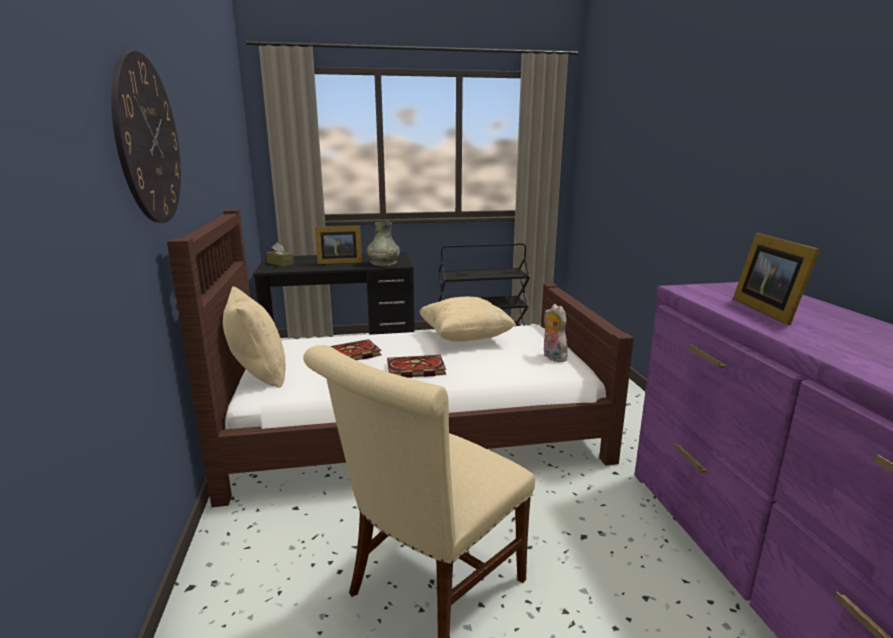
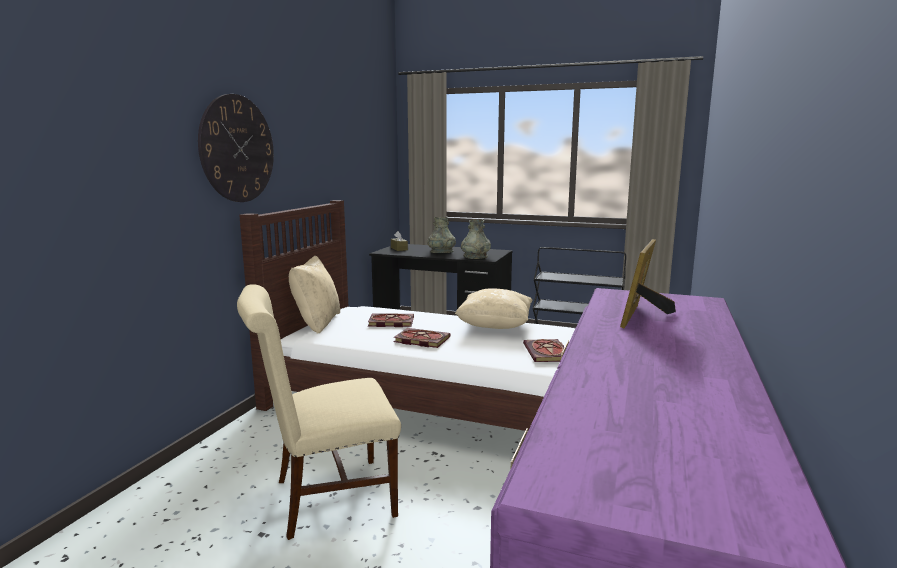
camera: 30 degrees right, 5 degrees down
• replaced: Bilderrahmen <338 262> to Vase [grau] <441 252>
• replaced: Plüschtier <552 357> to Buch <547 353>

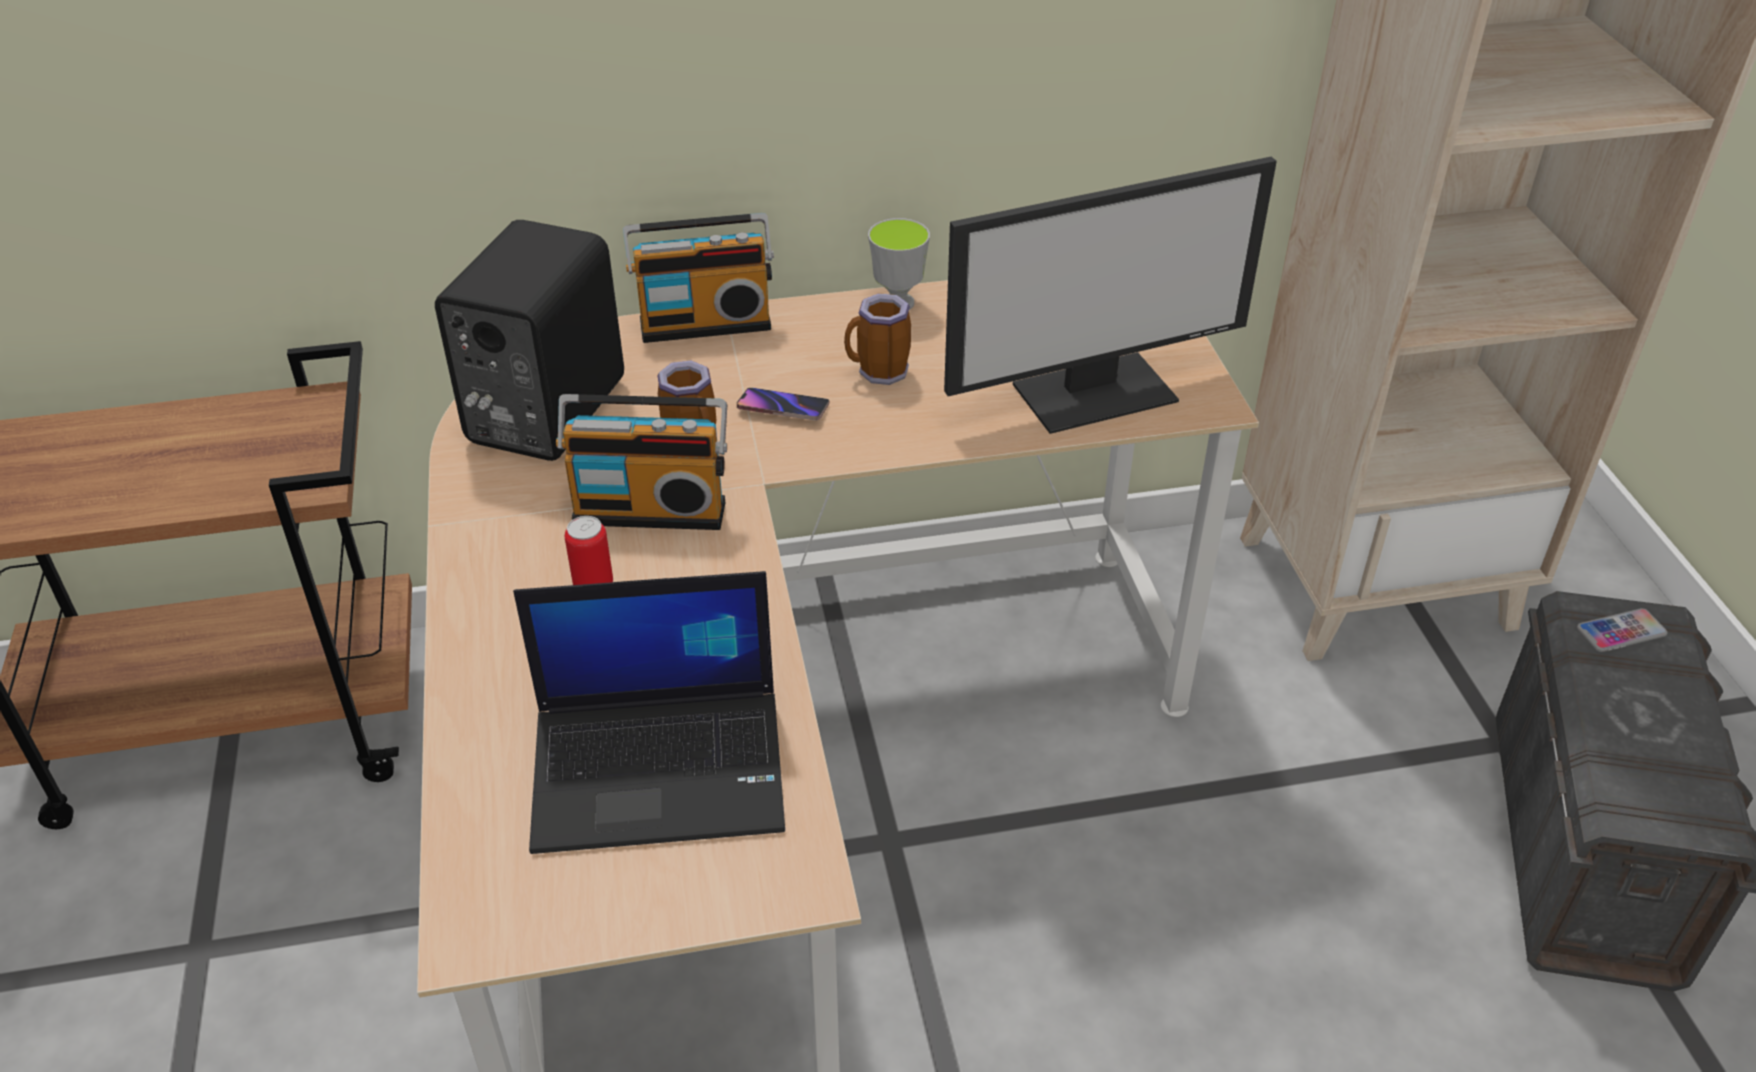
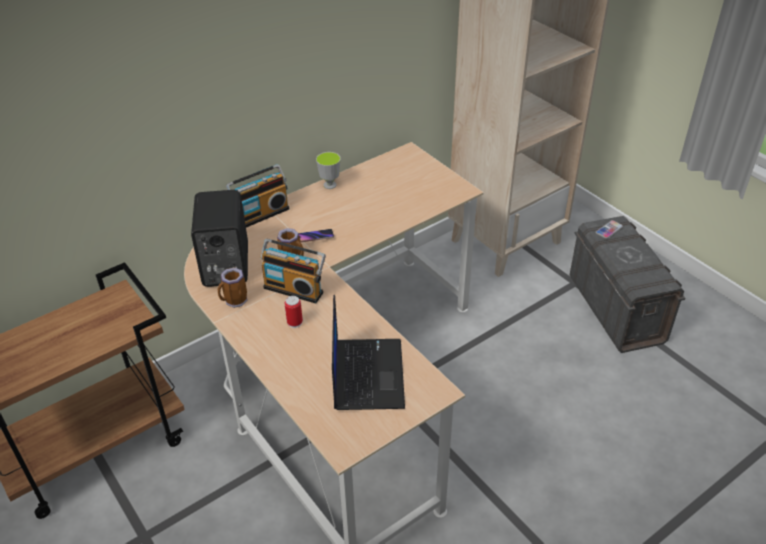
camera: 25 degrees left, 0 degrees up
• removed: Monitor <1095 390>
• moved: Henkelbecher <879 373> to <235 302>
• turned: Laptop <662 768> = <366 373> 60 degrees counterclockwise
• turned: Radio <651 508> = <295 288> 45 degrees clockwise

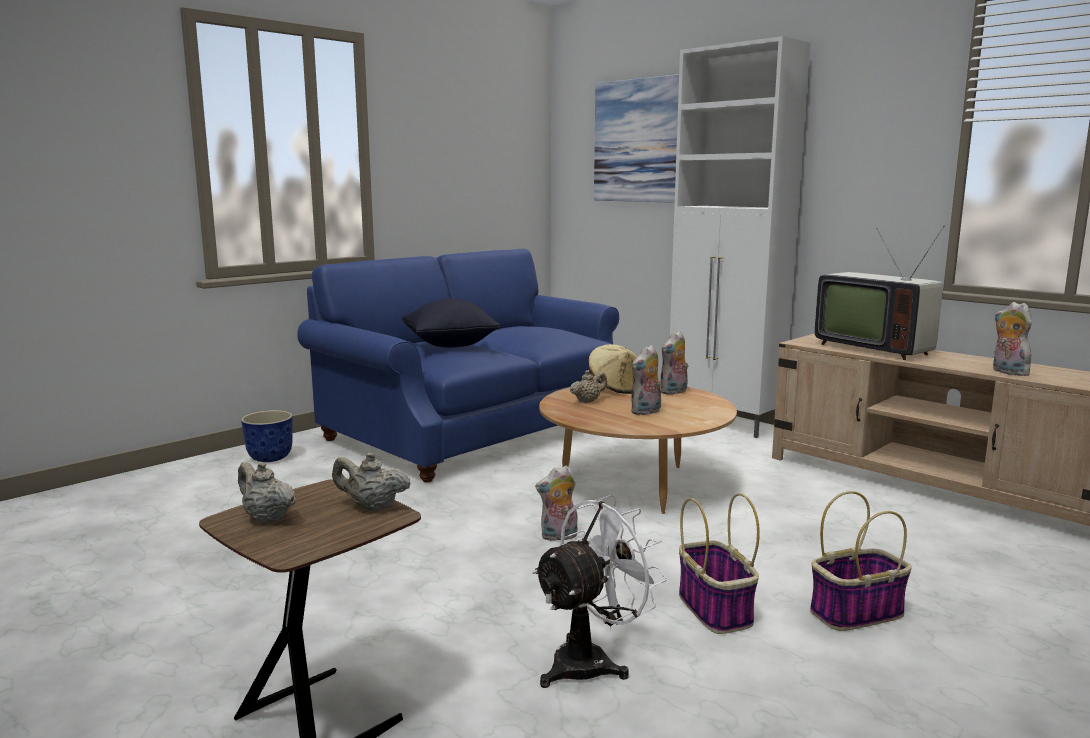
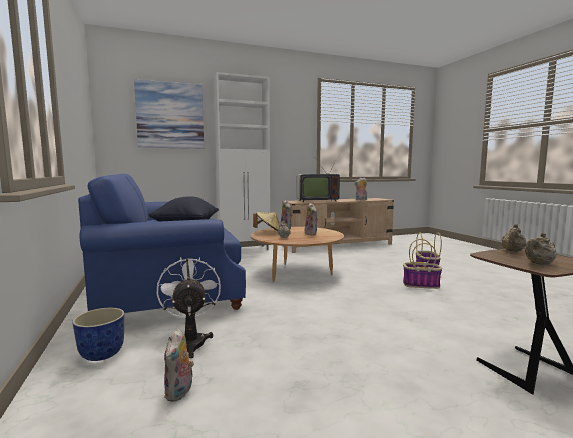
camera: 65 degrees left, 5 degrees down
• moved: Ventilator [weiß] <591 661> to <191 341>
• moved: Plüschtier <559 537> to <180 392>

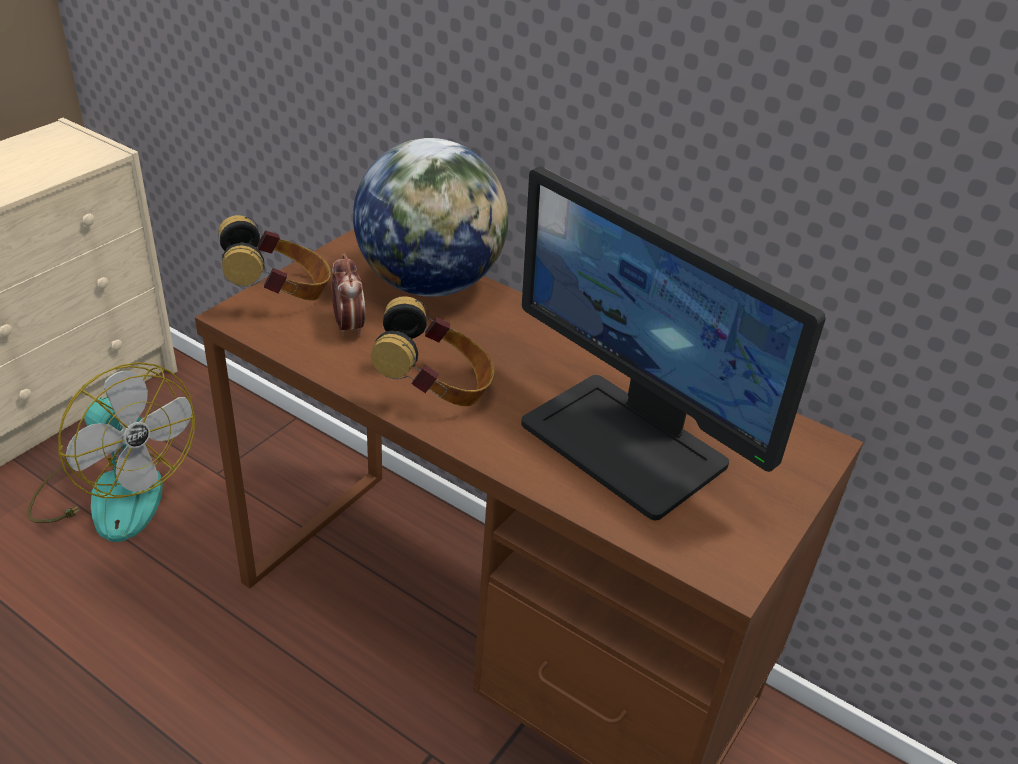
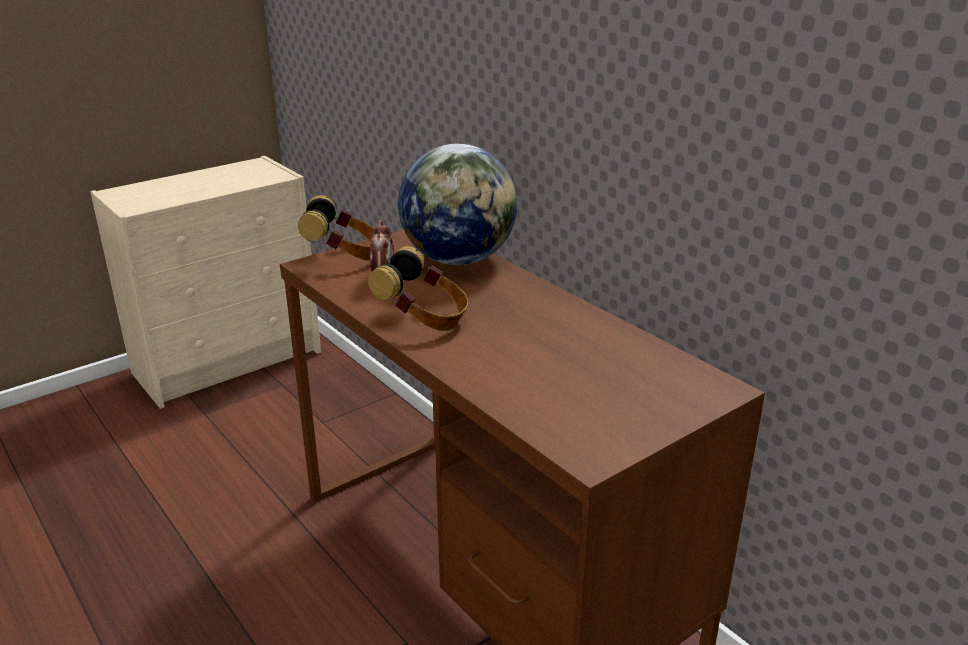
camera: 20 degrees right, 10 degrees down
• removed: Ventilator <114 491>
• removed: Monitor <627 443>

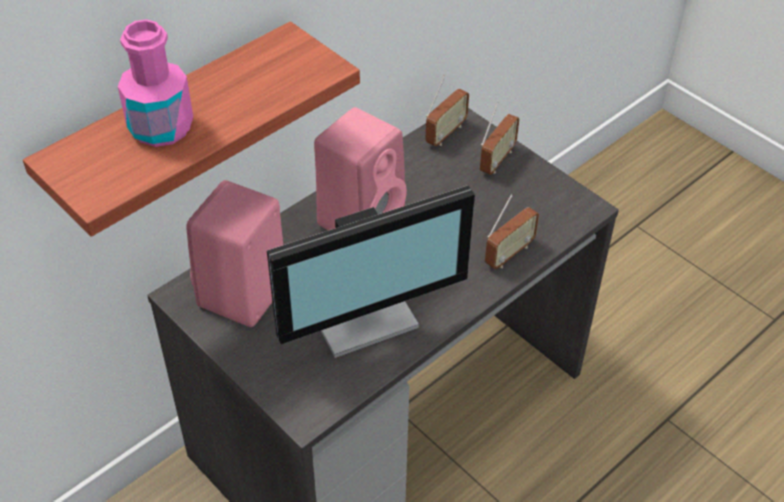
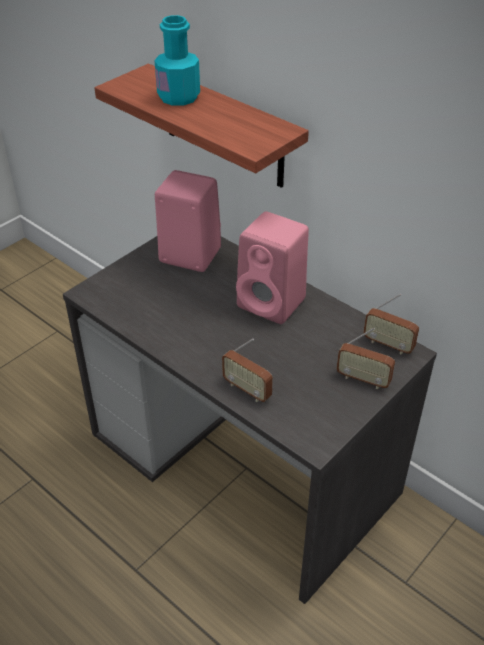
camera: 85 degrees right, 5 degrees down
• removed: Monitor <362 313>
• recoloured: Flasche [rosa] <161 128> to Flasche [türkis] <178 97>

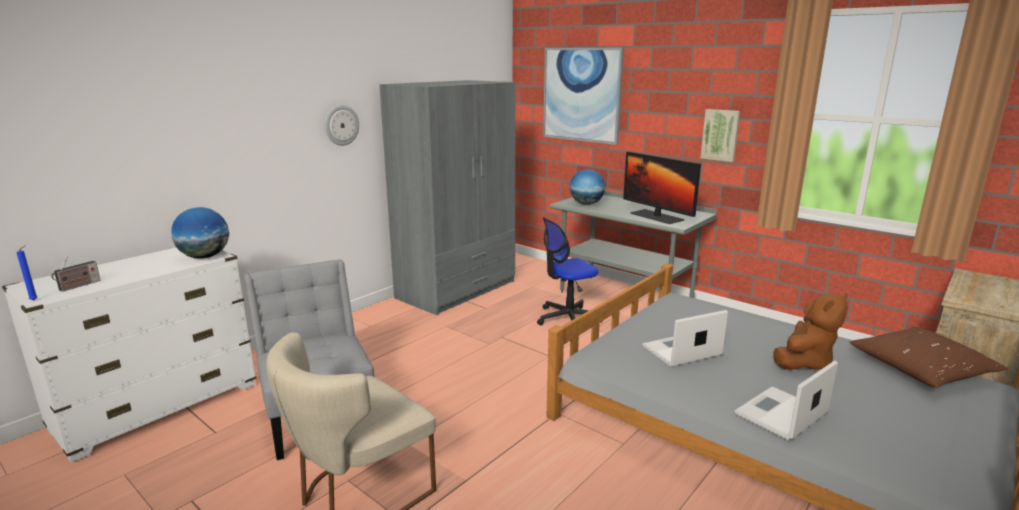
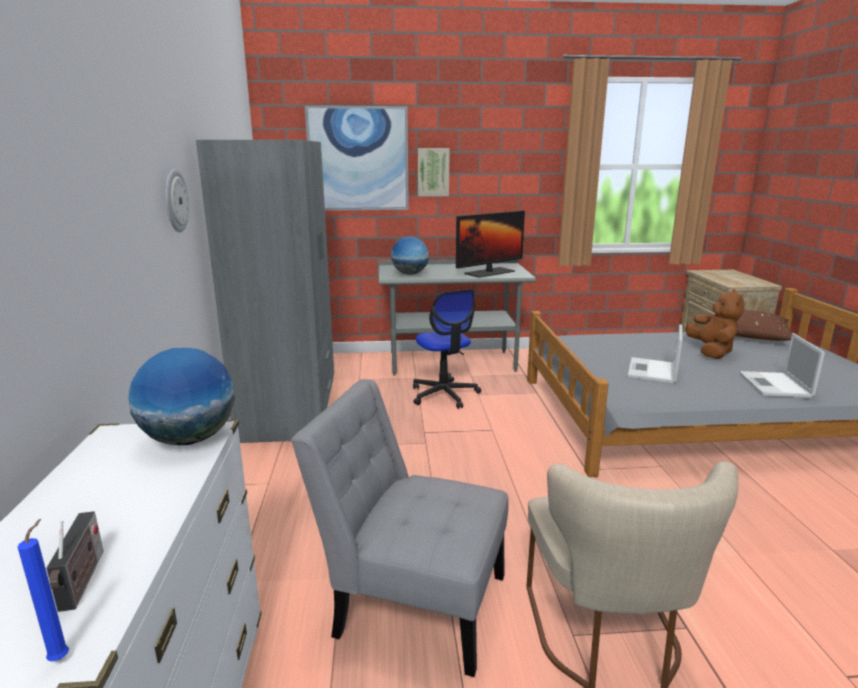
camera: 45 degrees left, 0 degrees up
• moved: Bild <720 135> to <433 172>
• turned: Bürostuhl <567 319> = <444 395> 45 degrees counterclockwise
• turned: Monitor <656 217> = <489 272> 45 degrees counterclockwise

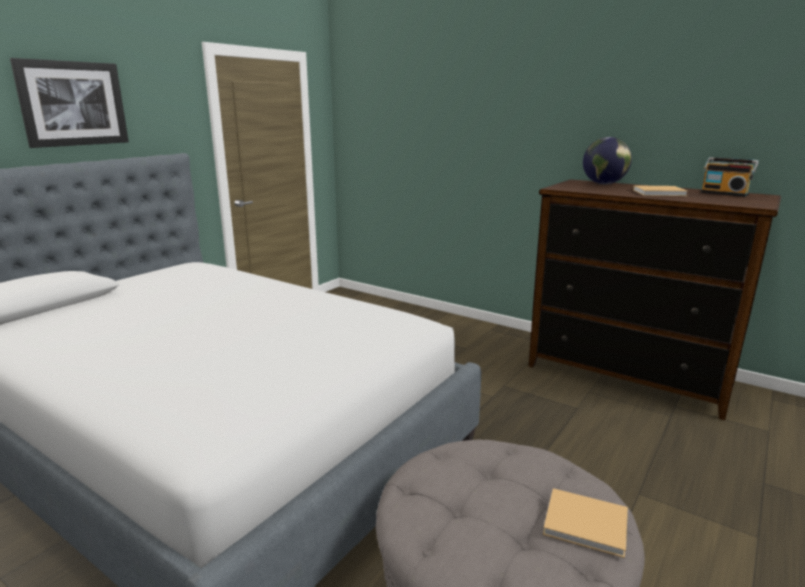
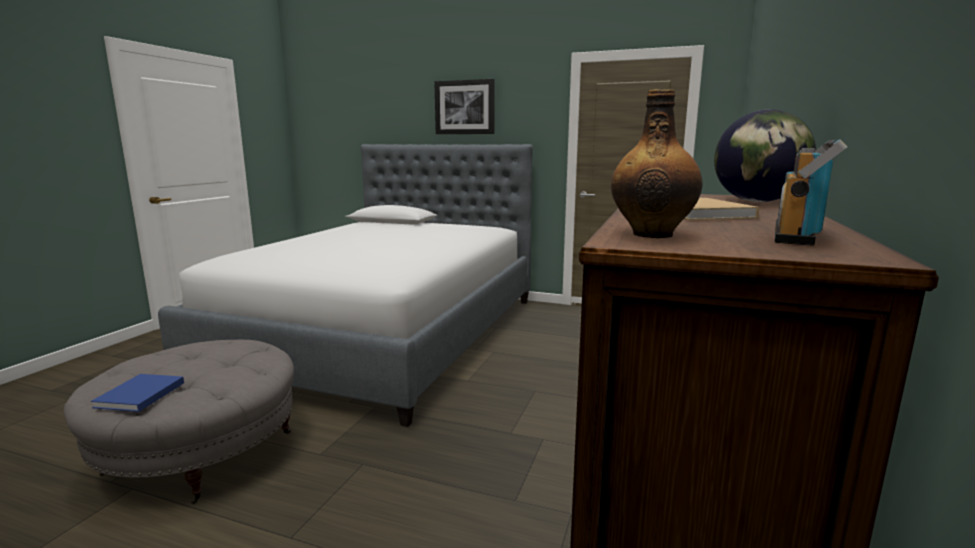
camera: 75 degrees right, 5 degrees down
• added: Flasche <652 234>
• recoloured: Buch [beige] <588 525> to Buch [blau] <138 396>

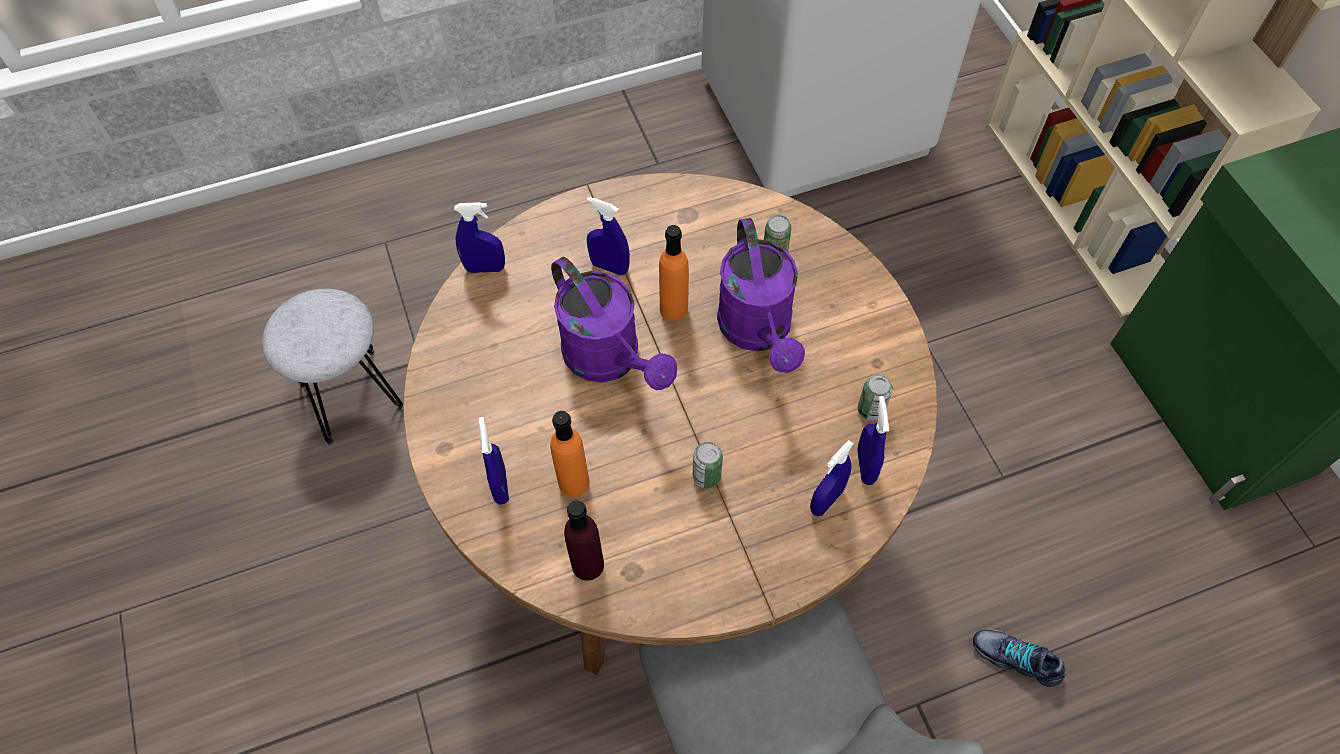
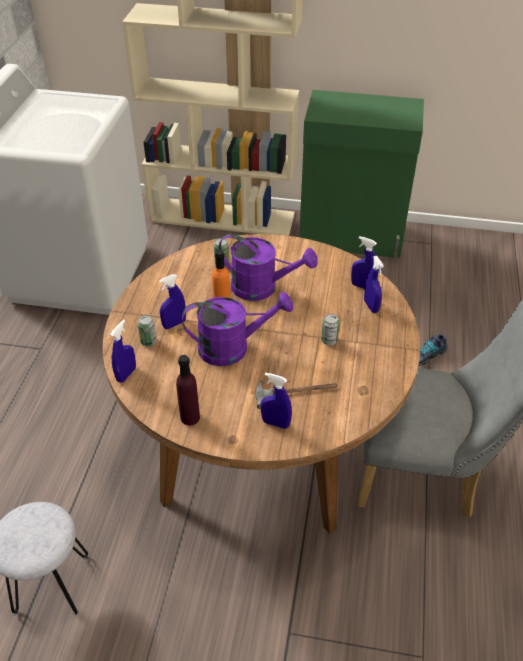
camera: 60 degrees left, 15 degrees down
• moved: Flasche [lila] <587 564> to <190 417>
• moved: Dose <870 410> to <148 341>
• replaced: Flasche [orange] <574 482> to Hammer <296 392>

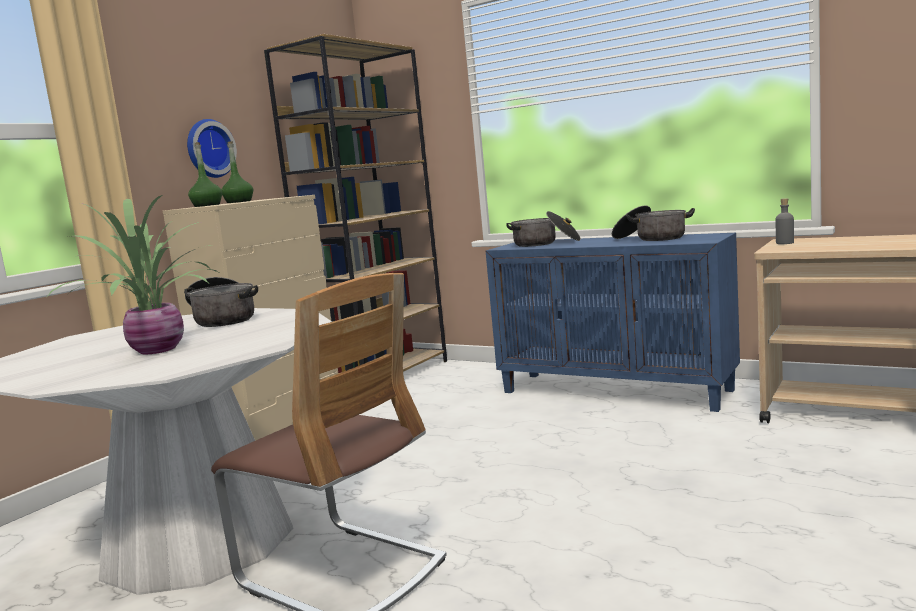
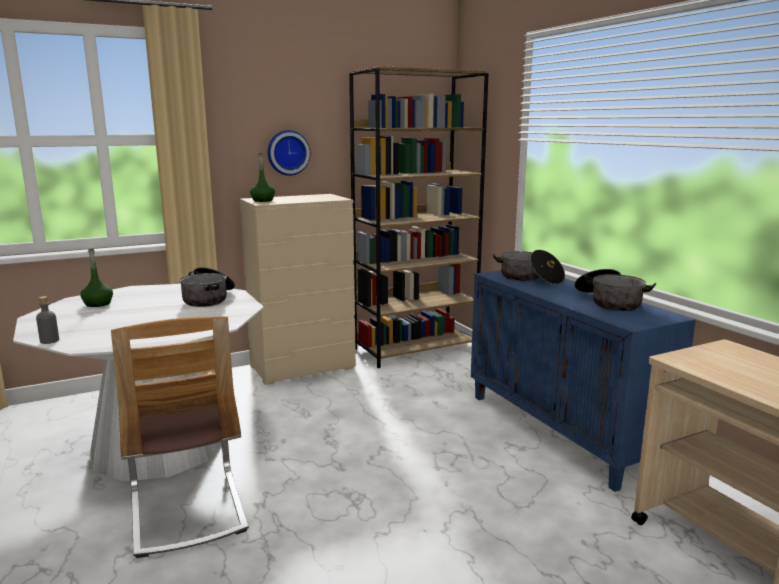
camera: 30 degrees right, 5 degrees up
• removed: Topfpflanze <157 349>
• moved: Flasche [grün] <239 202> to <98 304>
• moved: Flasche [grau] <785 243> to <49 341>

